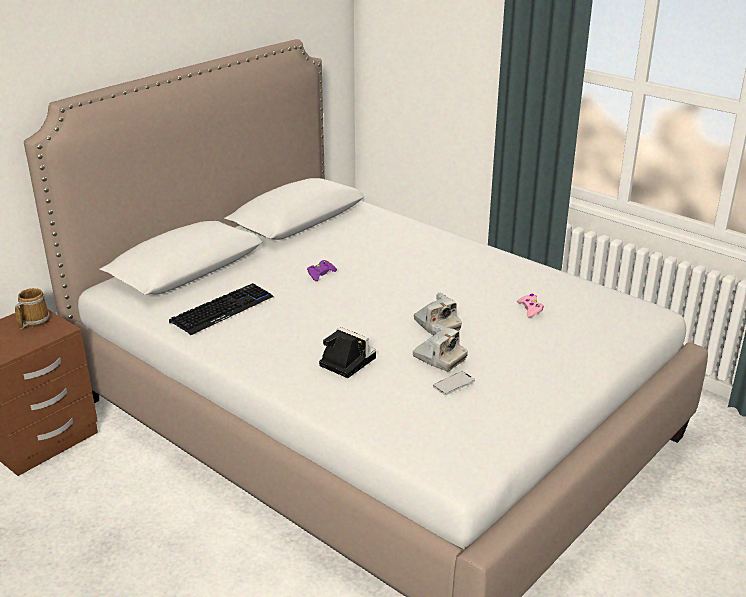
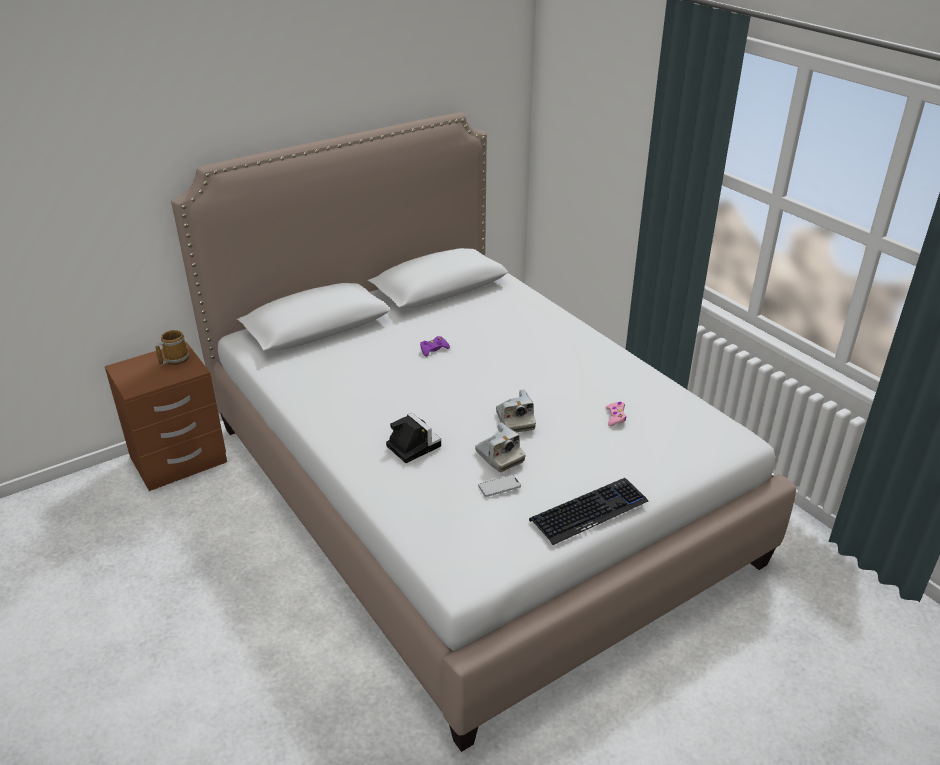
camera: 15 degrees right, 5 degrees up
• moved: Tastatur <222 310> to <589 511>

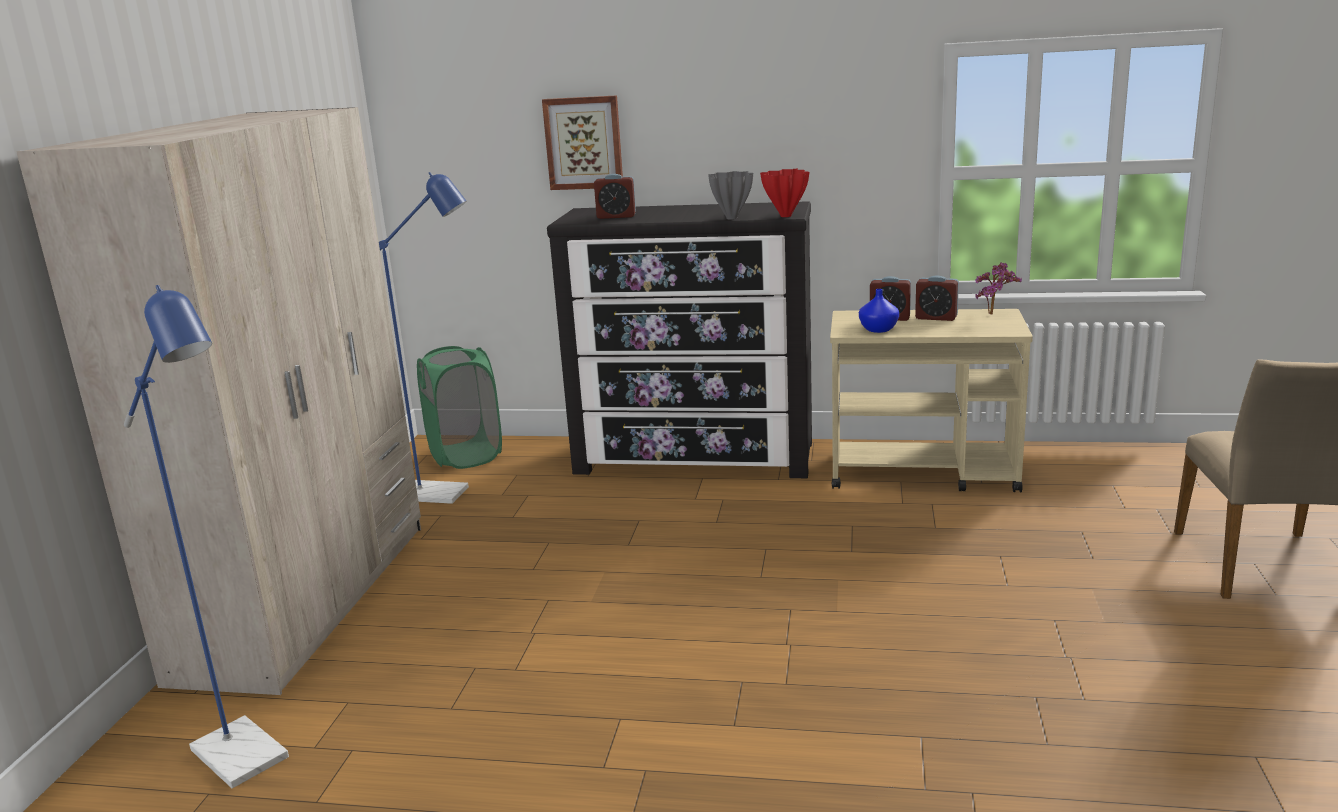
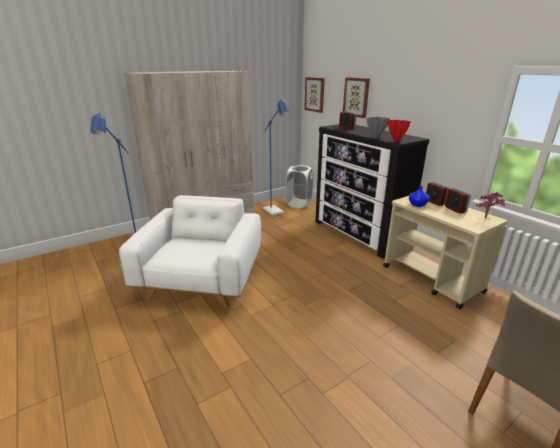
camera: 45 degrees right, 5 degrees up
• added: Sessel [weiß] <201 280>
• added: Bild <315 94>
• recoloured: Wäschekorb [grün] <466 455> to Wäschekorb [weiß] <299 203>

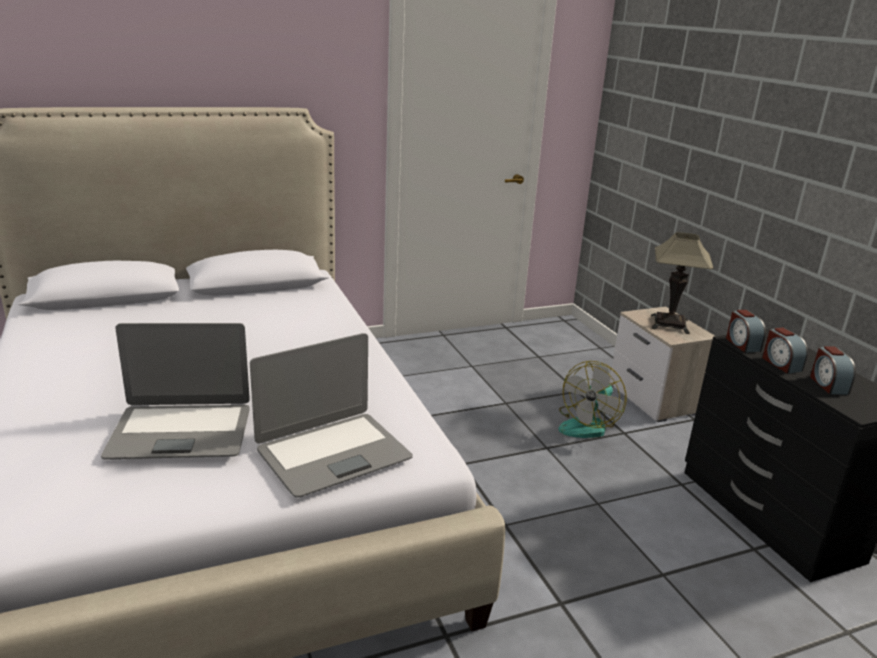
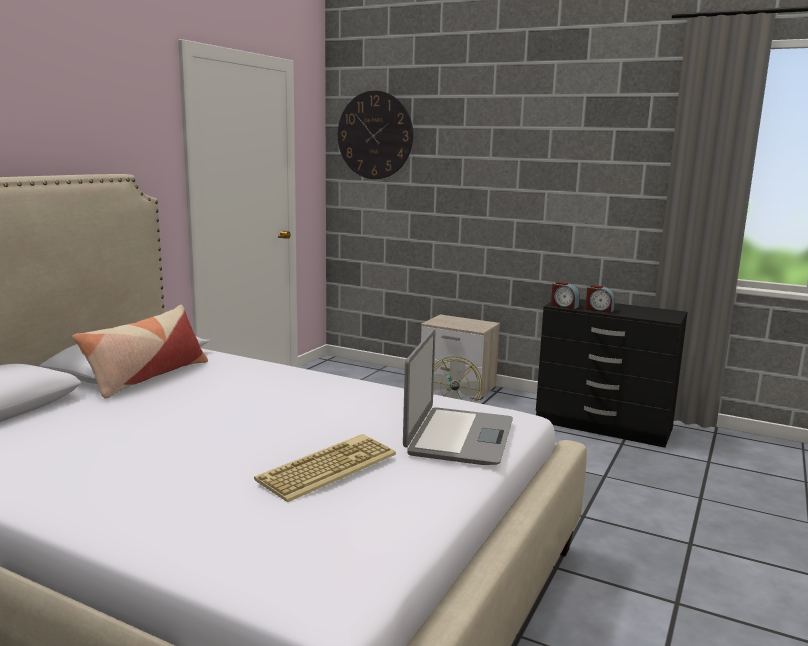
camera: 40 degrees left, 10 degrees down
• removed: Tischlampe <669 324>
• removed: Wecker <828 384>
• added: Kissen <147 377>
• added: Wanduhr <375 135>
• replaced: Laptop <181 432> to Tastatur <327 467>

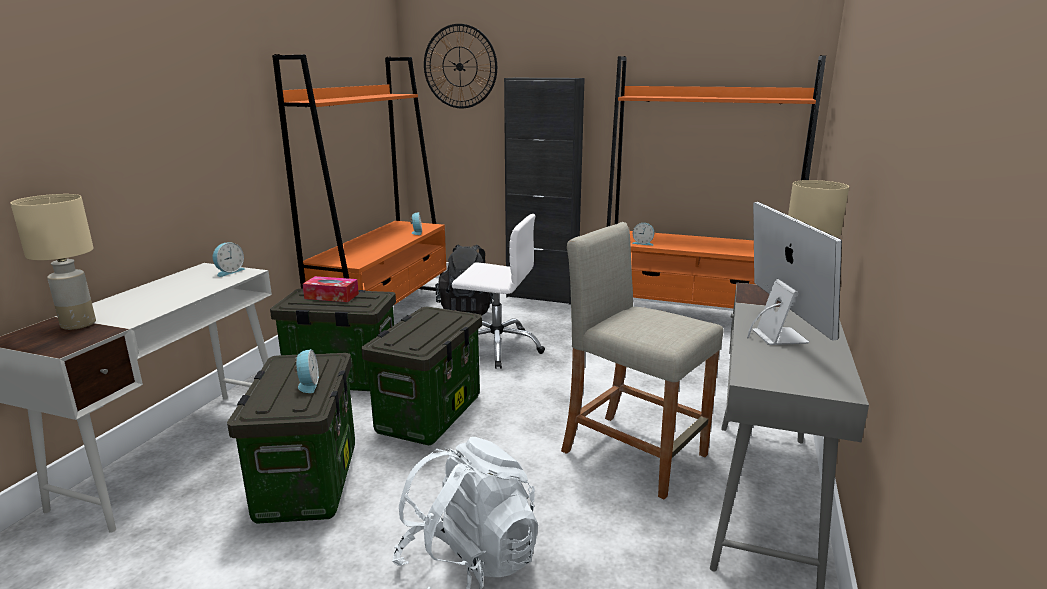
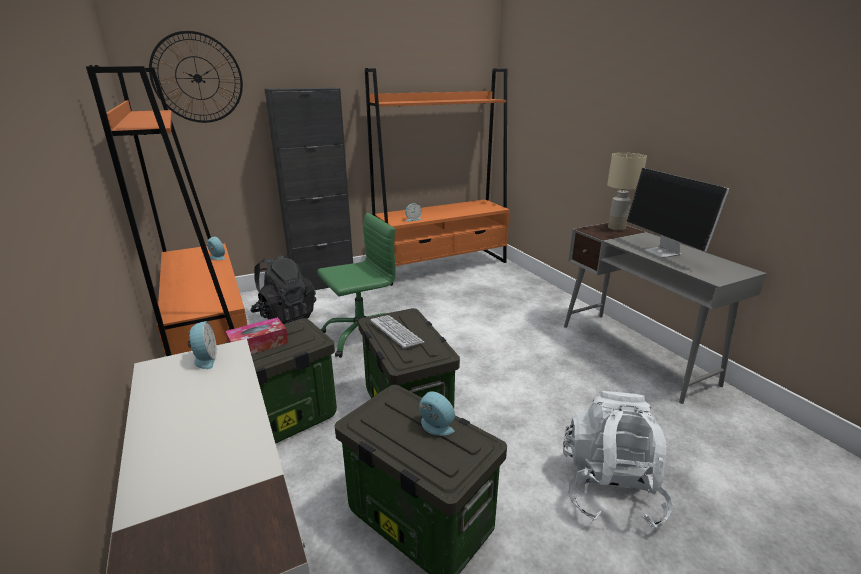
camera: 45 degrees left, 5 degrees up
• removed: Tischlampe [beige] <77 324>
• removed: Hocker [beige] <634 453>
• added: Tastatur <396 332>
• recoloured: Bürostuhl [weiß] <497 347> to Bürostuhl [grün] <361 336>
• turned: Monitor <778 336> = <663 252> 150 degrees counterclockwise

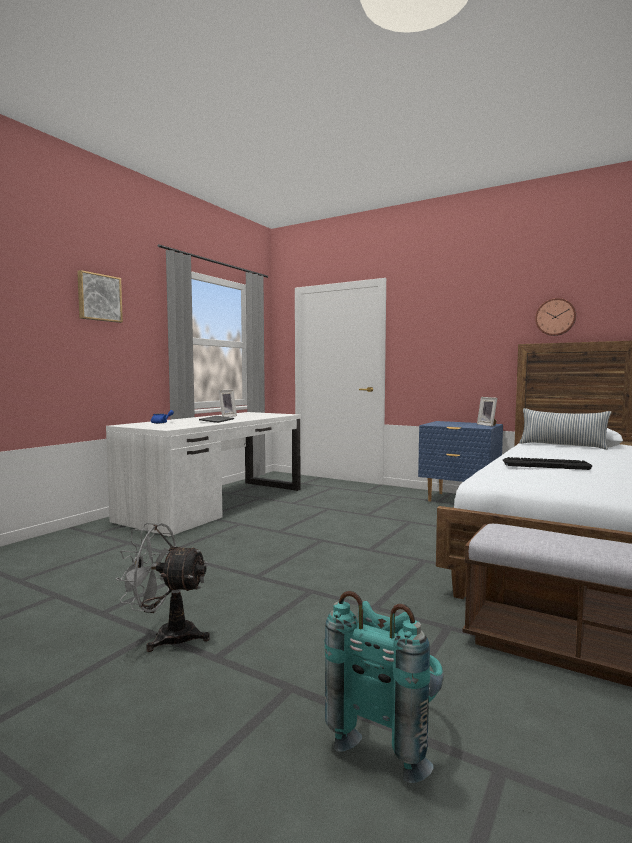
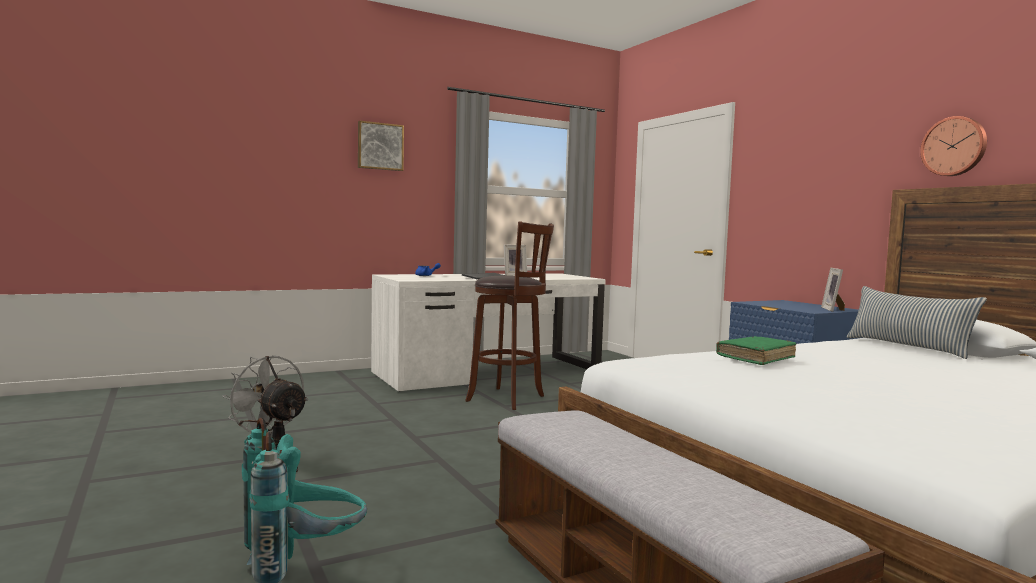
camera: 30 degrees right, 0 degrees up
• added: Hocker [braun] <509 399>
• replaced: Tastatur <545 464> to Buch [grün] <756 358>

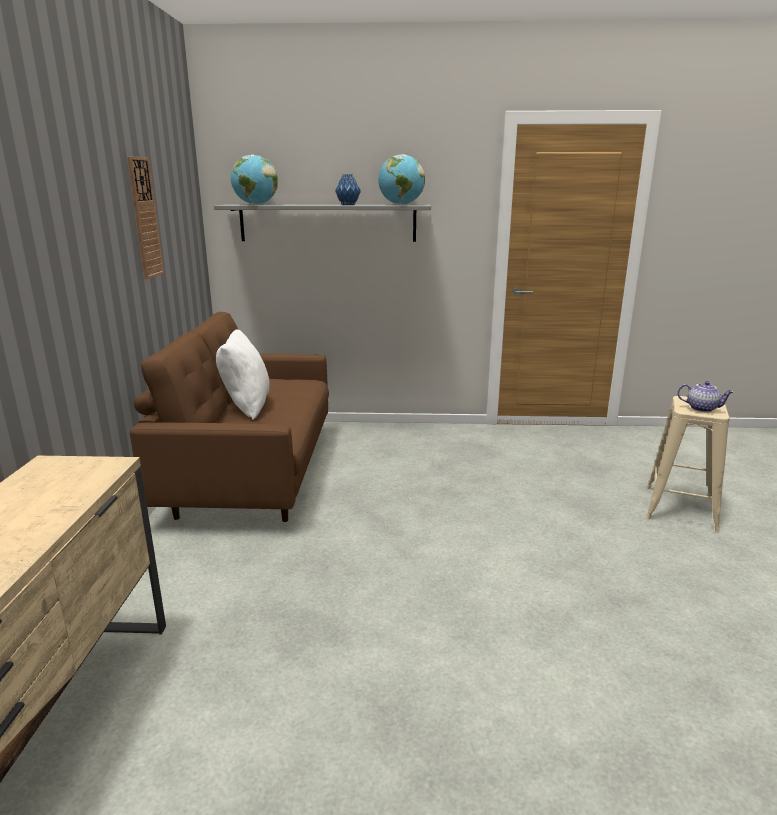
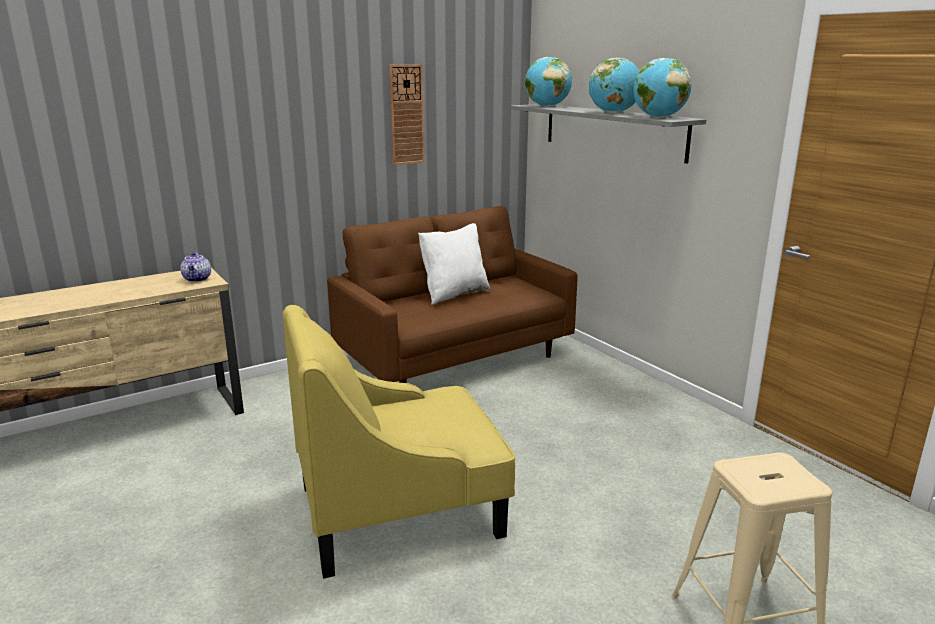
camera: 55 degrees right, 0 degrees up
• added: Sessel [gelb] <400 510>
• moved: Teekanne <702 408> to <198 279>
• replaced: Vase [blau] <348 204> to Globus <613 113>

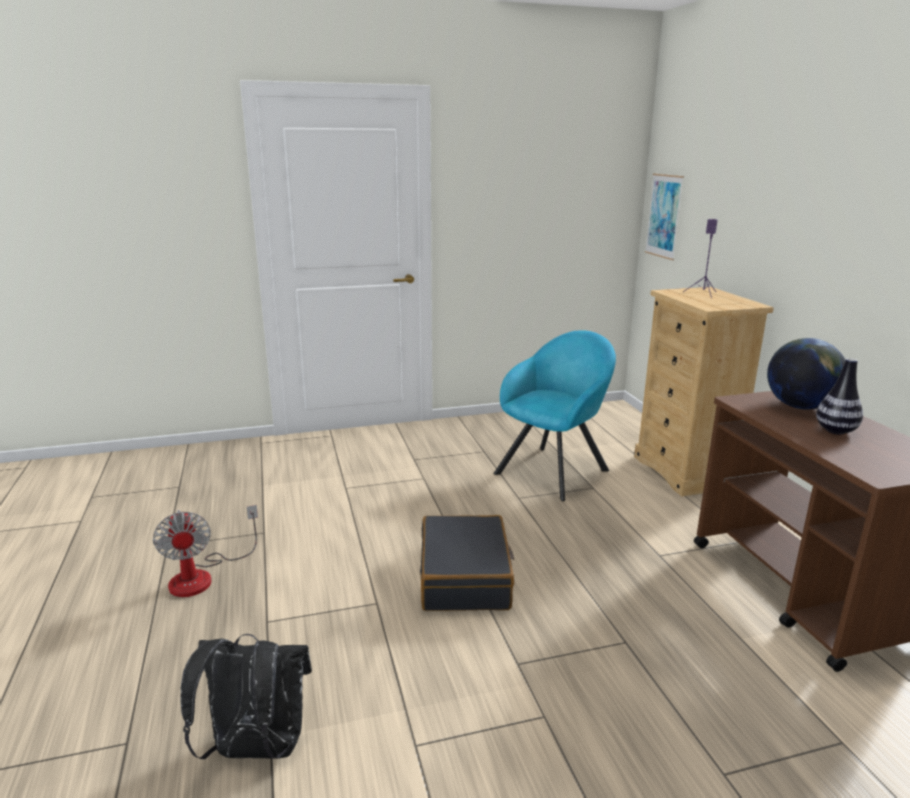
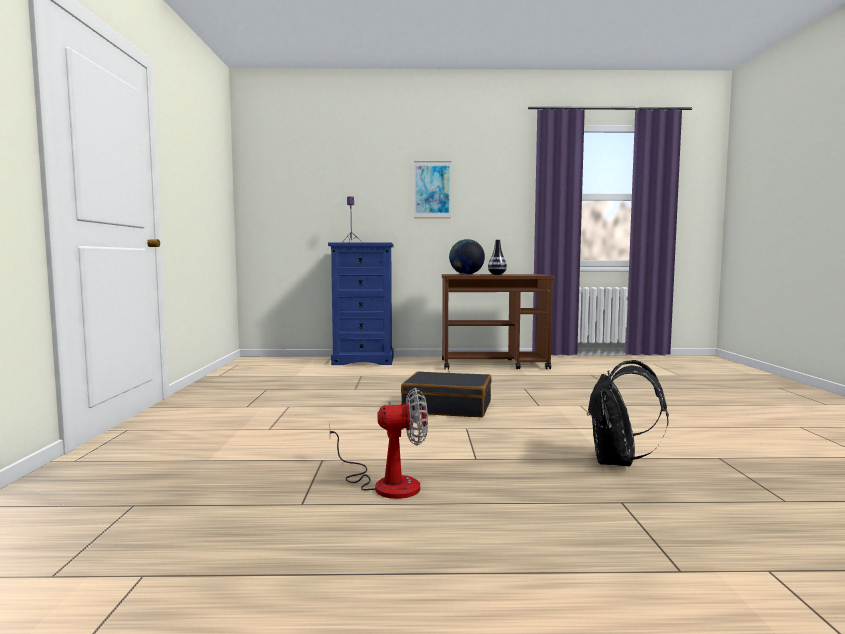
camera: 75 degrees left, 15 degrees down
• removed: Sessel [türkis] <555 470>
• moved: Bild <664 216> to <432 190>
• recoloured: Kommode [beige] <685 471> to Kommode [blau] <364 360>

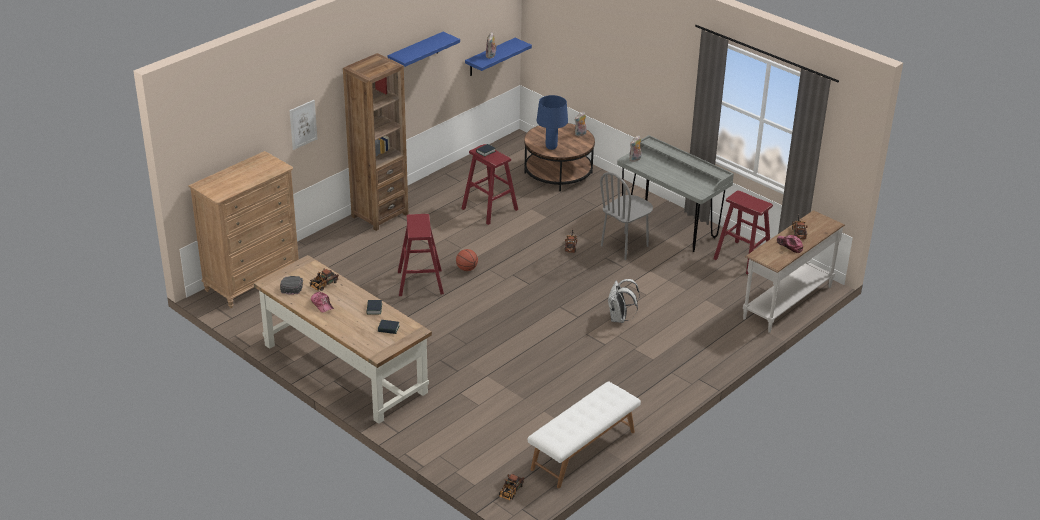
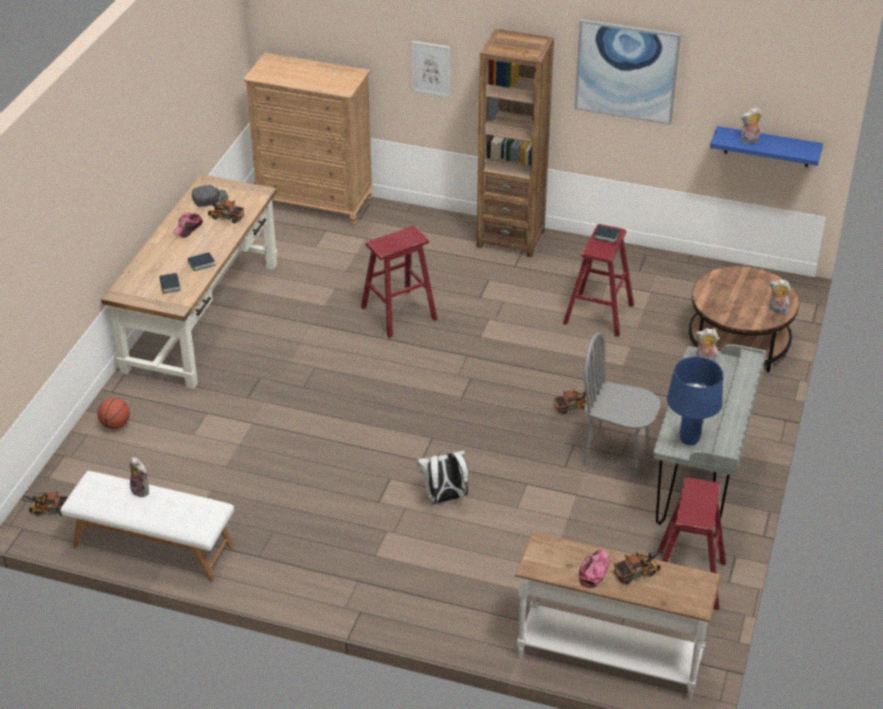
camera: 65 degrees right, 5 degrees up
• added: Plüschtier <142 490>
• moved: Basketball <466 269> to <115 425>
• moved: Tischlampe [blau] <551 147> to <689 440>
• replaced: Wandregal [blau] <416 52> to Bild <626 71>

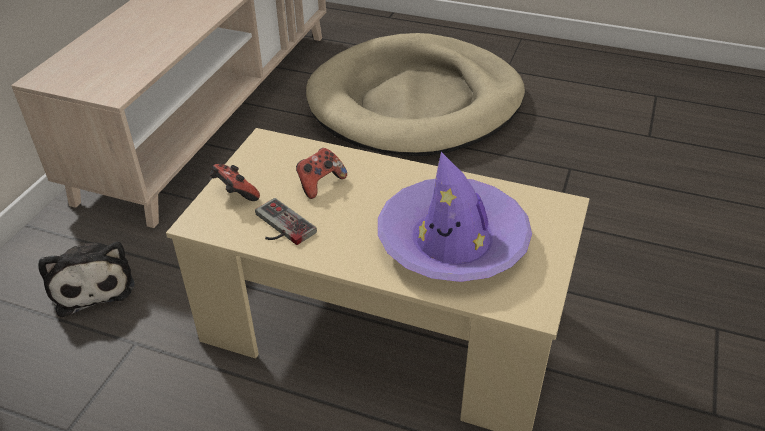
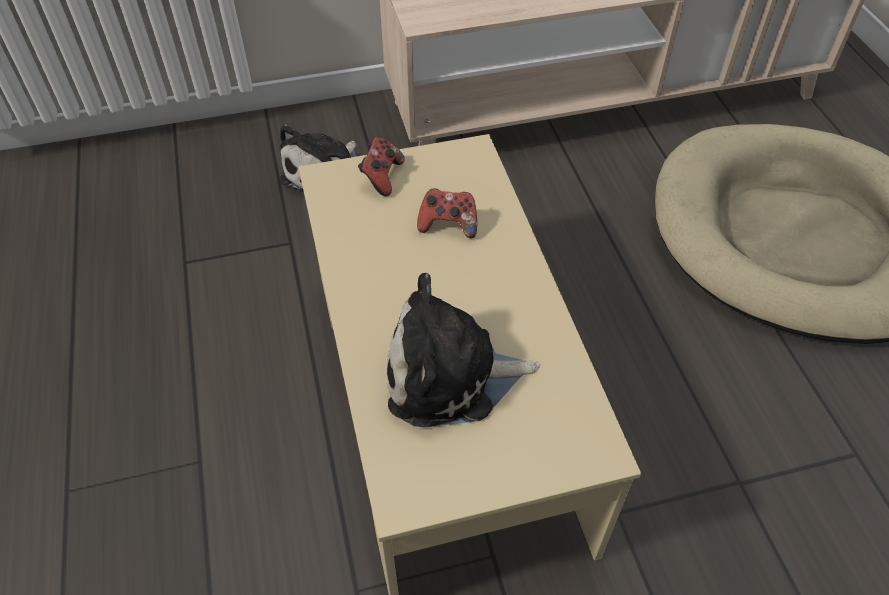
camera: 55 degrees right, 10 degrees up
• removed: Gamepad <279 227>
• replaced: Hut [lila] <453 241> to Plüschtier <450 375>

